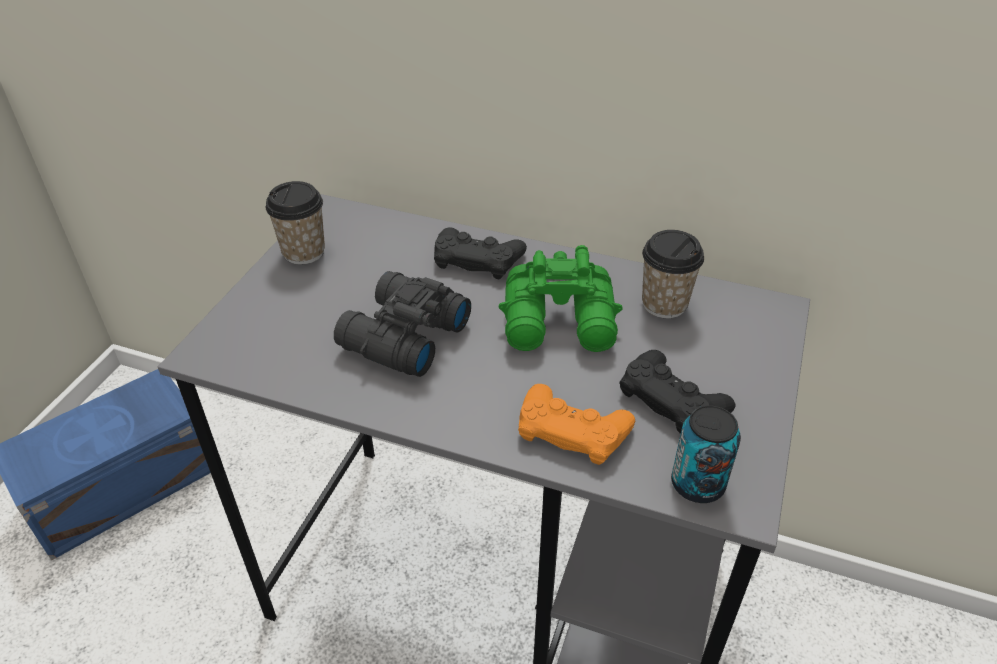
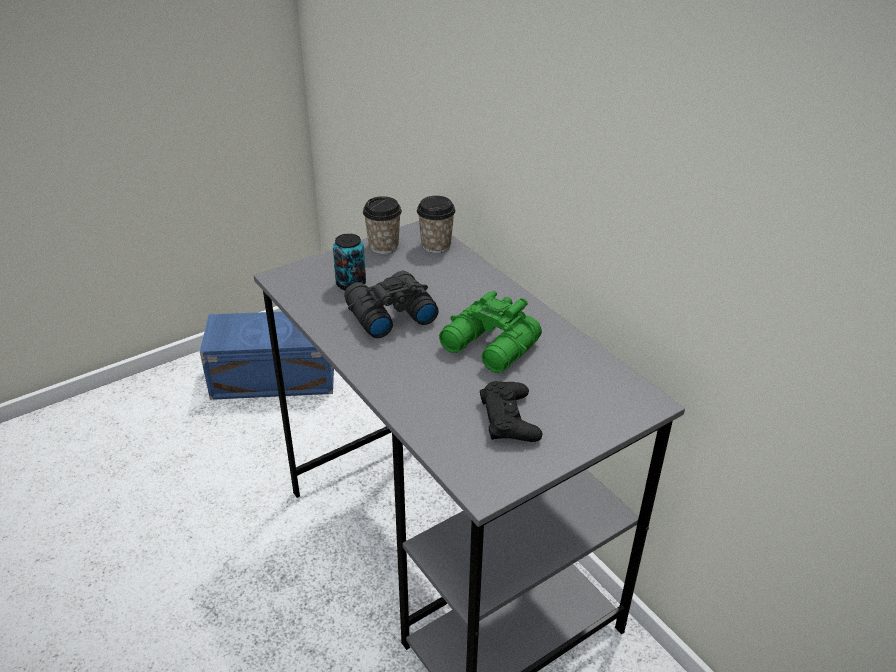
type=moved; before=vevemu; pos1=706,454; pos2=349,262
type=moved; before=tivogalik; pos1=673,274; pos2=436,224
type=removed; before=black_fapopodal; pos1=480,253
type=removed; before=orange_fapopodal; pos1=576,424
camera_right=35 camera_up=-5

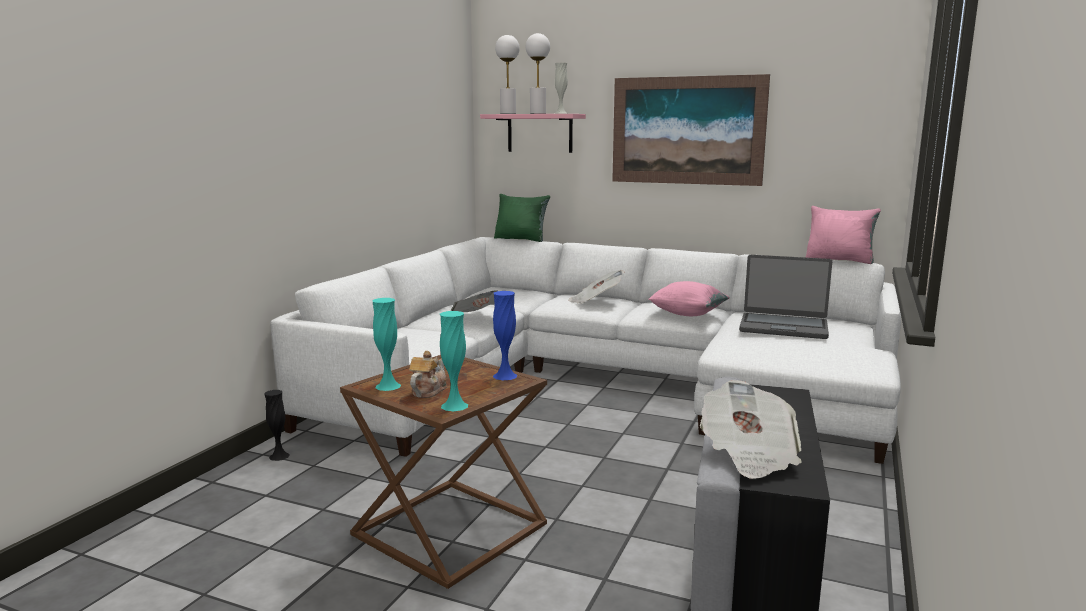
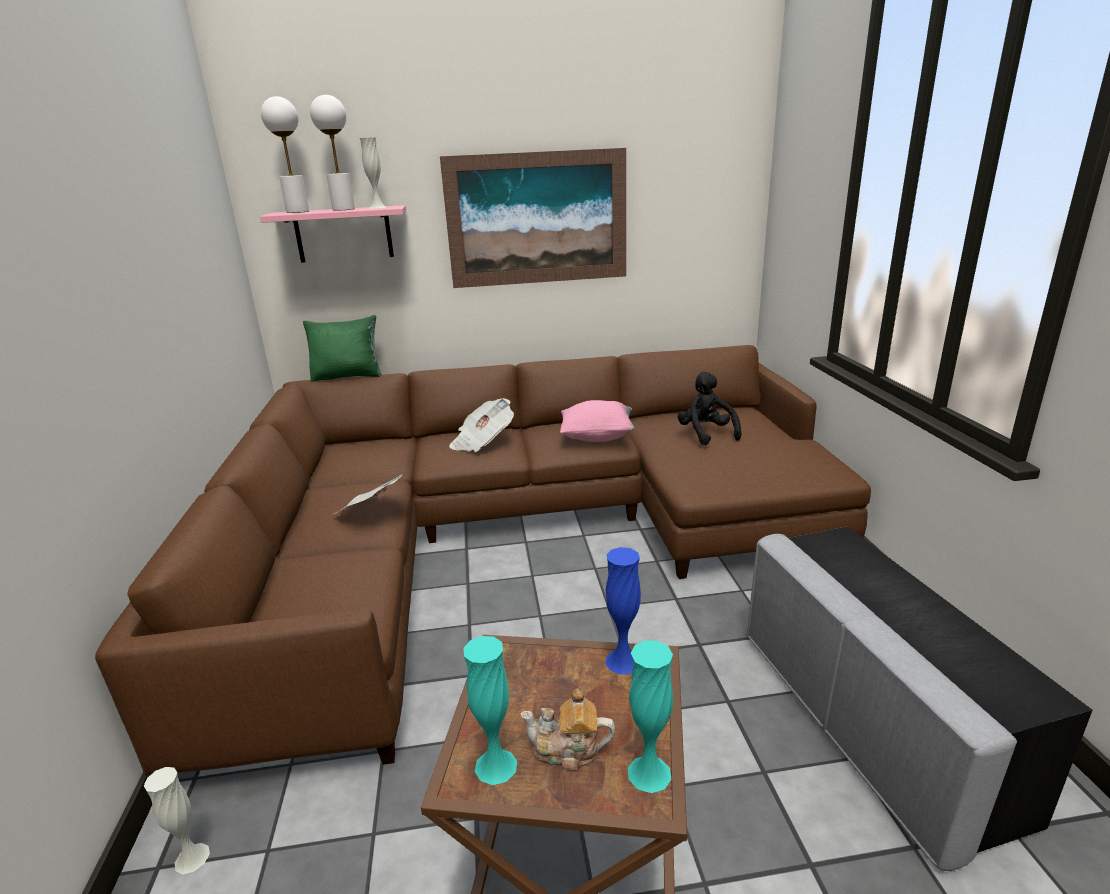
type=recoloured; before=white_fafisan; after=brown_fafisan; pos1=585,350; pos2=483,561
type=recoloured; before=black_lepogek; after=white_lepogek; pos1=277,425; pos2=177,820
type=turned; before=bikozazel; pos1=428,374; pos2=567,729; turn=-75
type=replaced; before=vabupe; after=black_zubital; pos1=785,297; pos2=710,408
type=removed; before=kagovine; pos1=751,429
type=removed; before=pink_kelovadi; pos1=843,235
camera_right=-30 camera_up=10

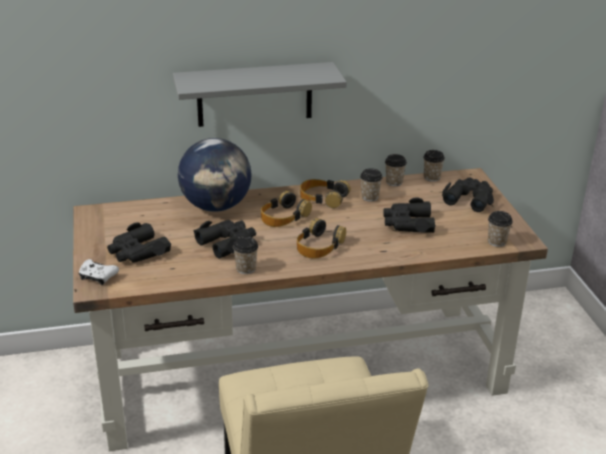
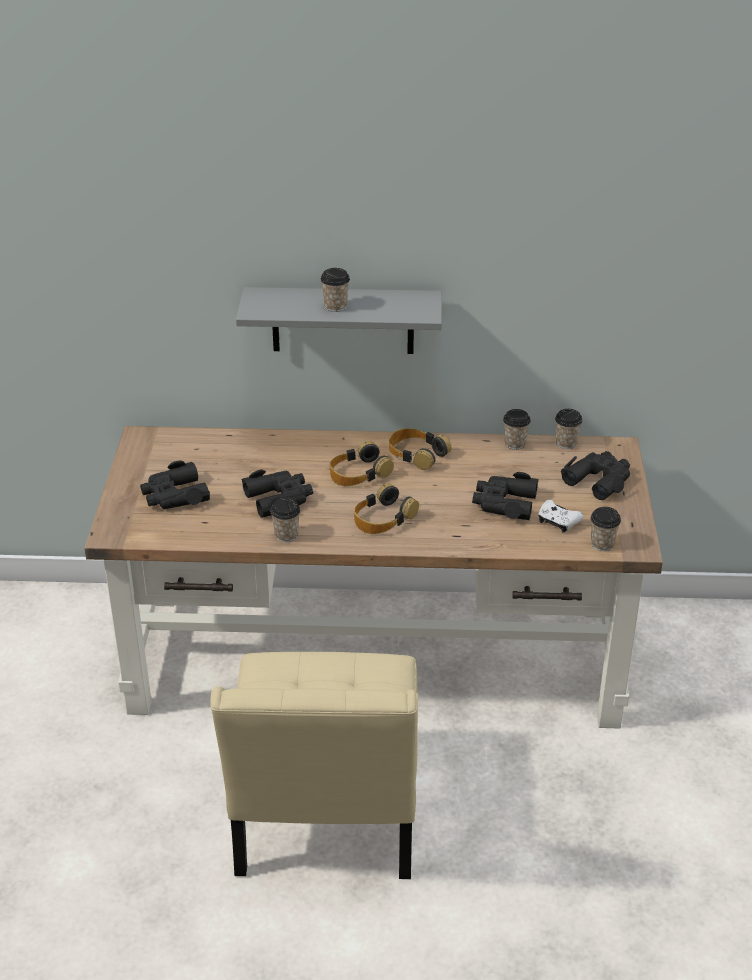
type=moved; before=tivogalik; pos1=371,185; pos2=335,290
type=moved; before=white_fapopodal; pos1=99,272; pos2=561,516
type=removed; before=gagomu; pos1=214,175
camera_right=15 camera_up=5

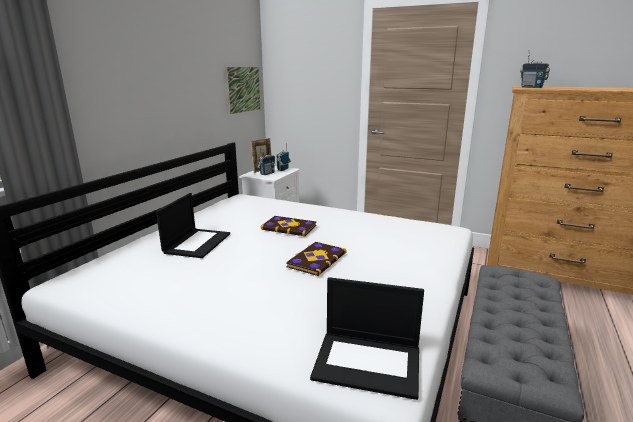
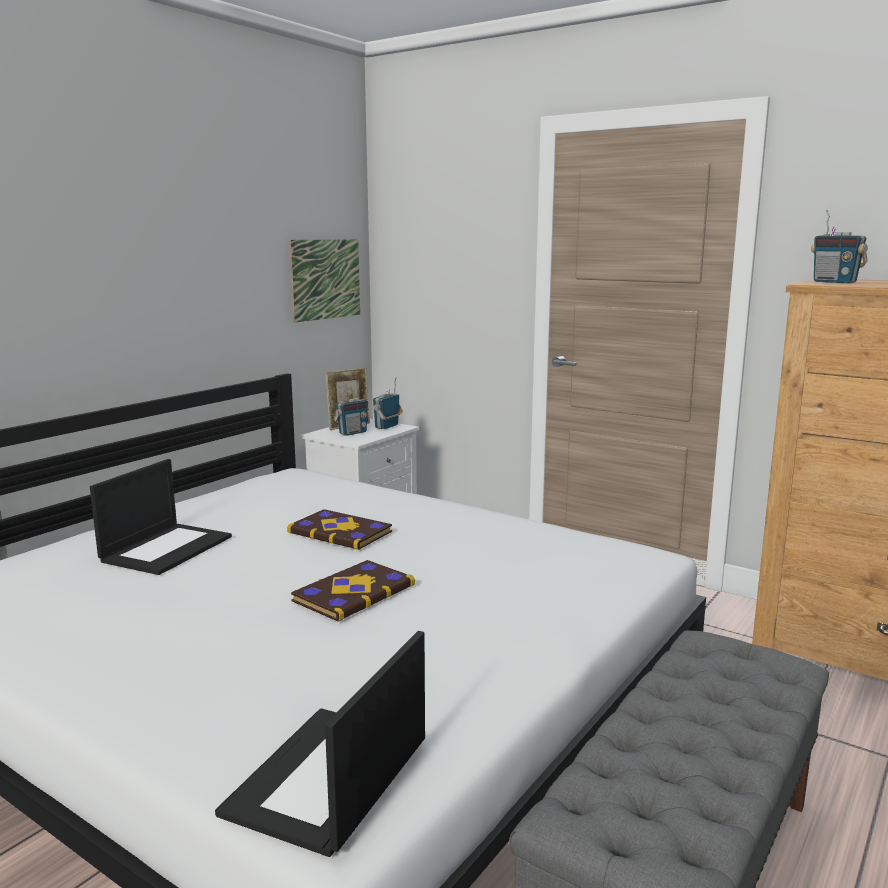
type=turned; before=vabupe; pos1=367,338; pos2=320,744; turn=90
camera_right=10 camera_up=-5

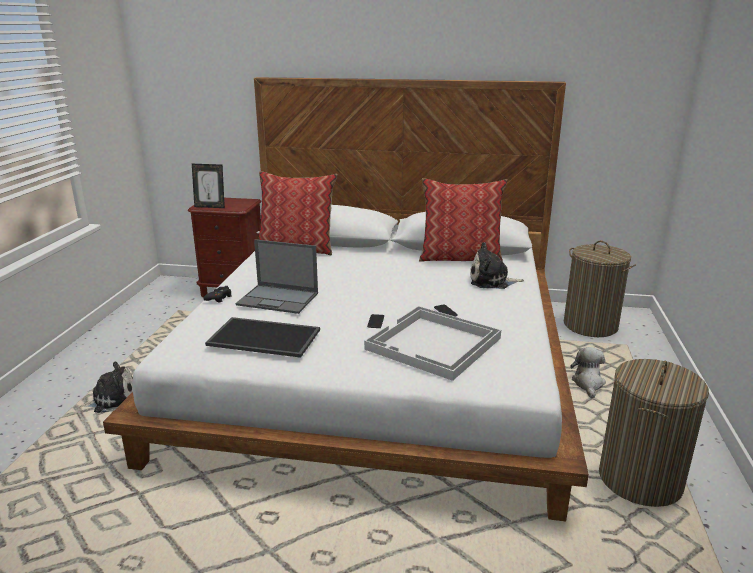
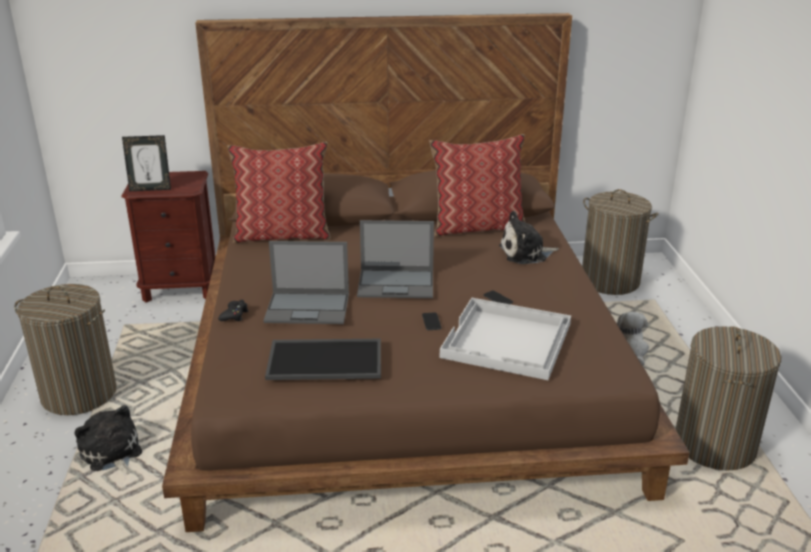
type=added; after=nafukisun; pos2=65,349
type=turned; before=zubital; pos1=105,387; pos2=108,440; turn=-90
type=recoloured; before=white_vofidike; after=brown_vofidike; pos1=346,299; pos2=426,272
type=added; after=vabupe; pos2=395,259
camera_right=-15 camera_up=5

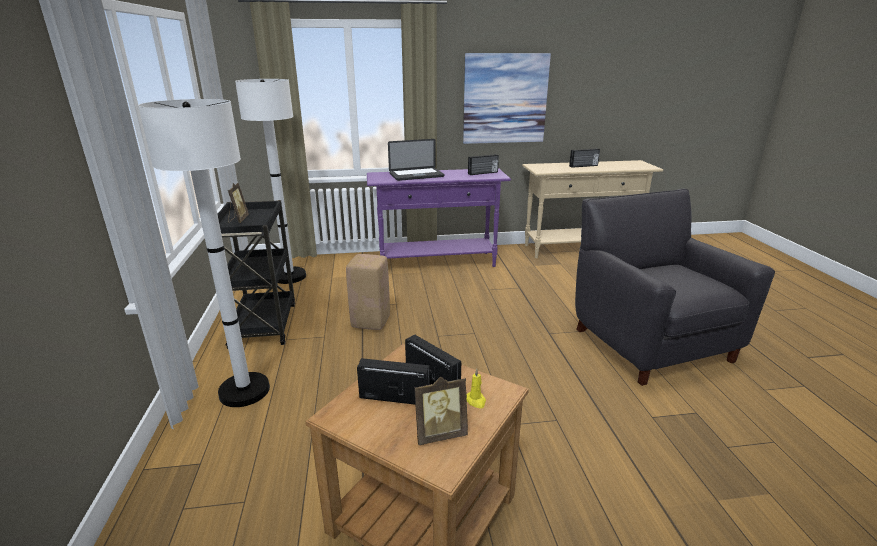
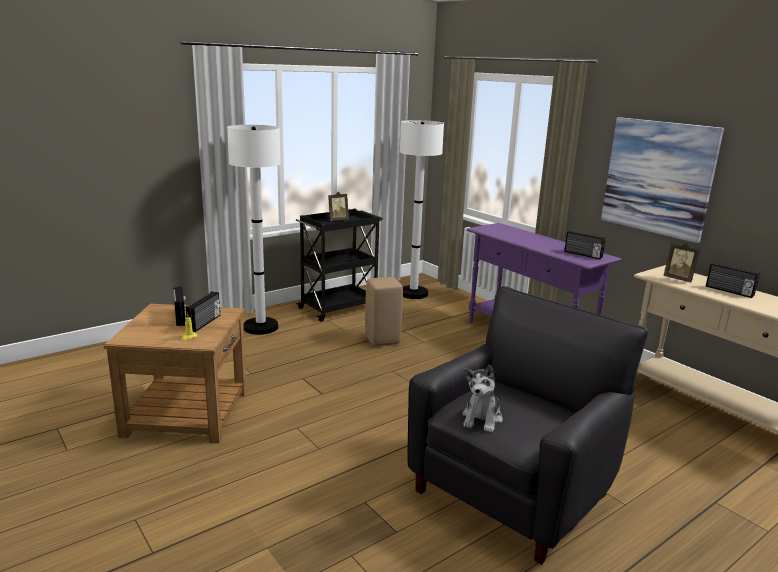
type=added; after=zubital; pos2=482,399
type=moved; before=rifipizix; pos1=441,411; pos2=681,262
type=removed; before=vabupe; pos1=416,160
camera_right=60 camera_up=-5

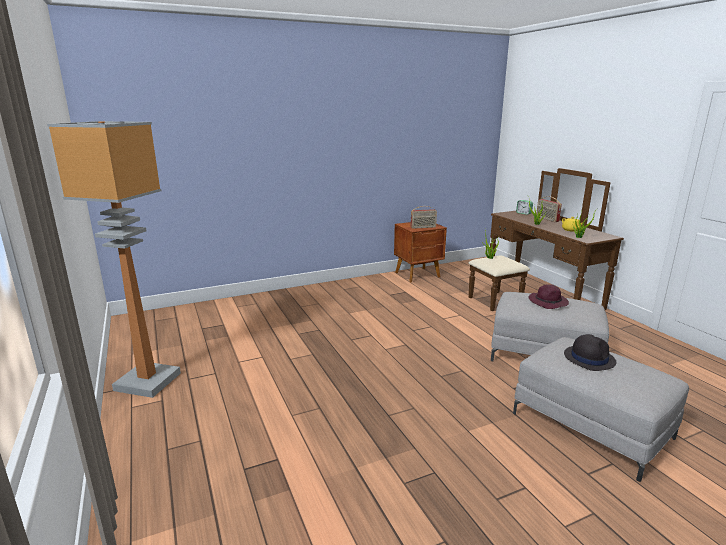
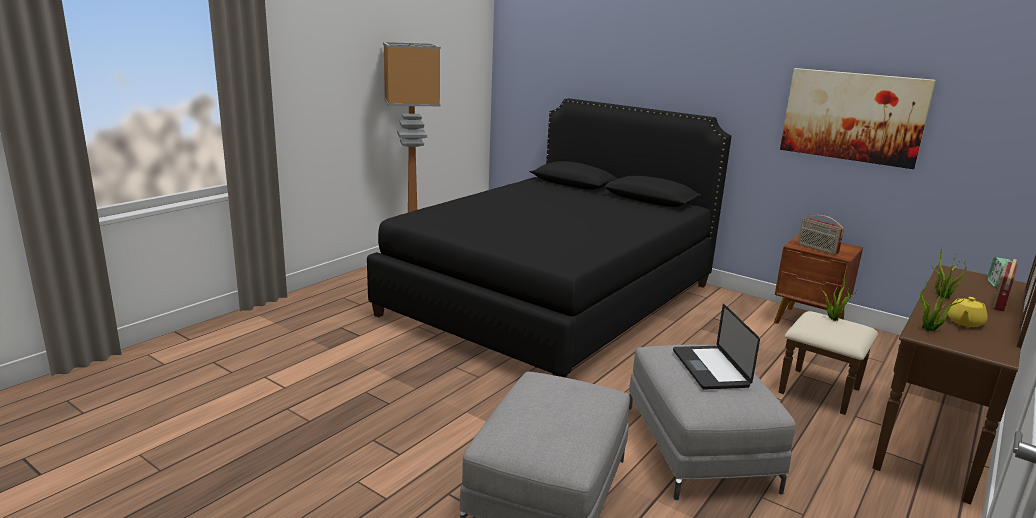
type=added; after=black_vofidike; pos2=549,238
type=replaced; before=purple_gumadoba; after=vabupe; pos1=548,296; pos2=716,347
type=added; after=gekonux; pos2=858,118
type=removed; before=black_gumadoba; pos1=590,352
camera_right=60 camera_up=0

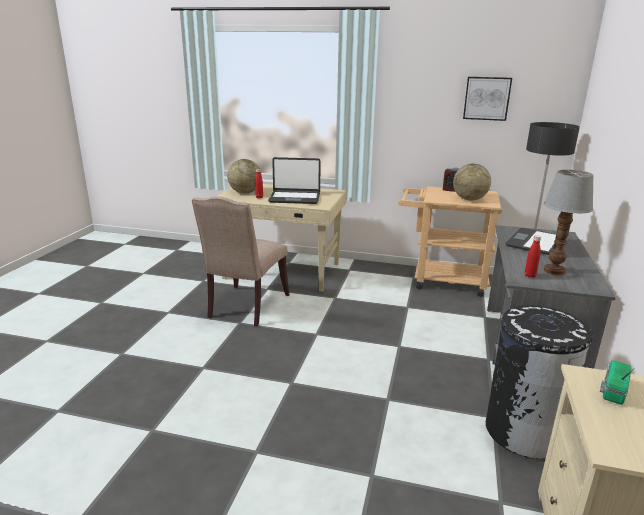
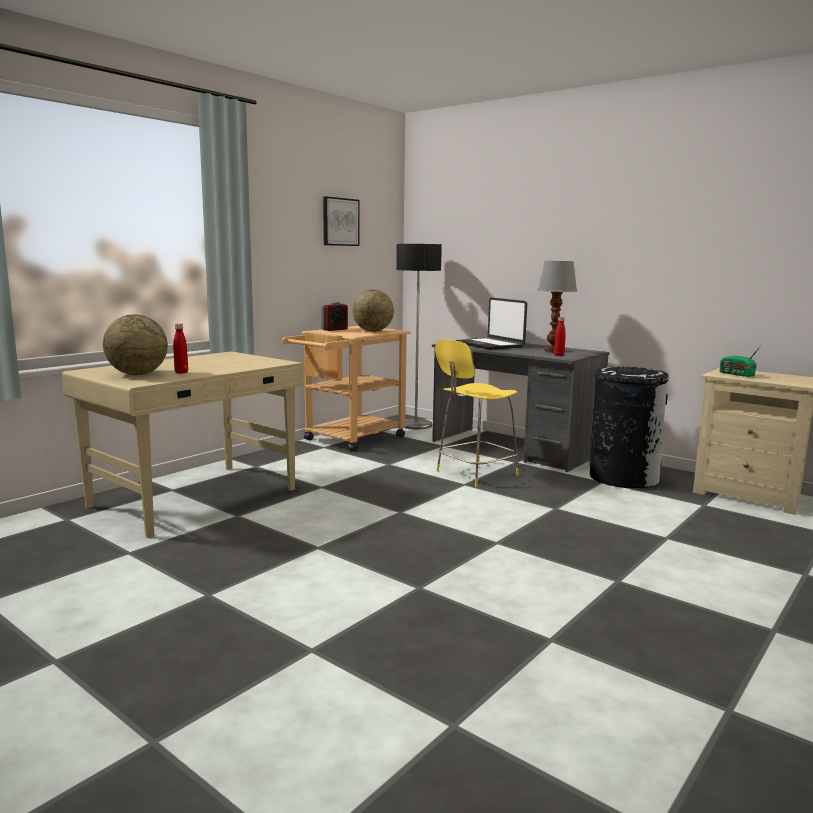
type=added; after=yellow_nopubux; pos2=477,413
type=removed; before=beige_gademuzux; pos1=241,261
type=removed; before=vabupe; pos1=294,180
camera_right=-65 camera_up=-10

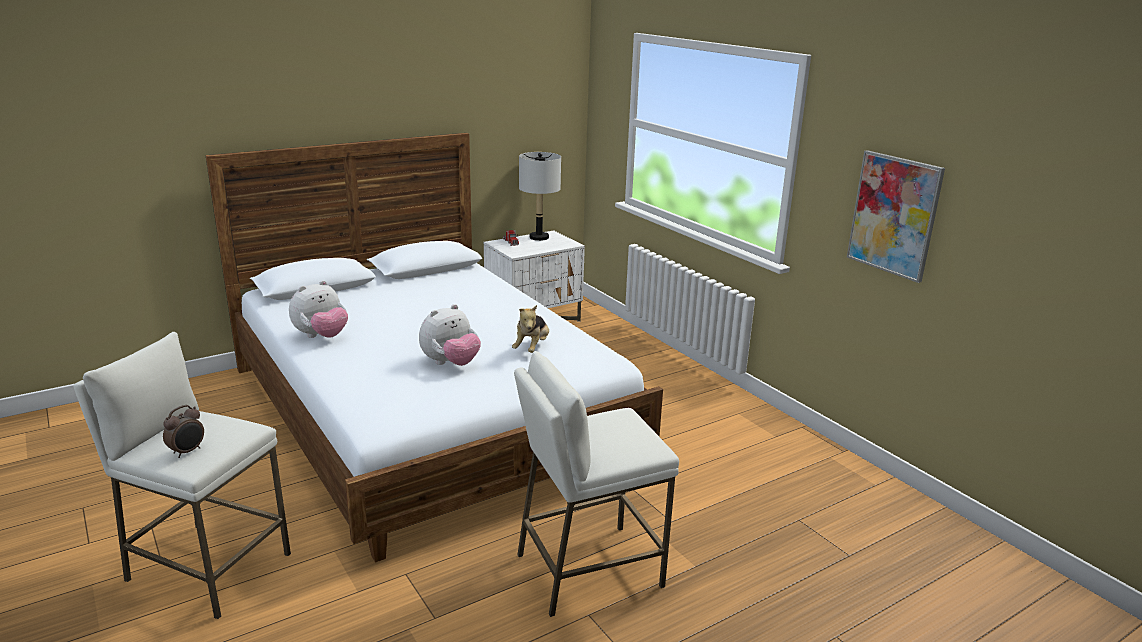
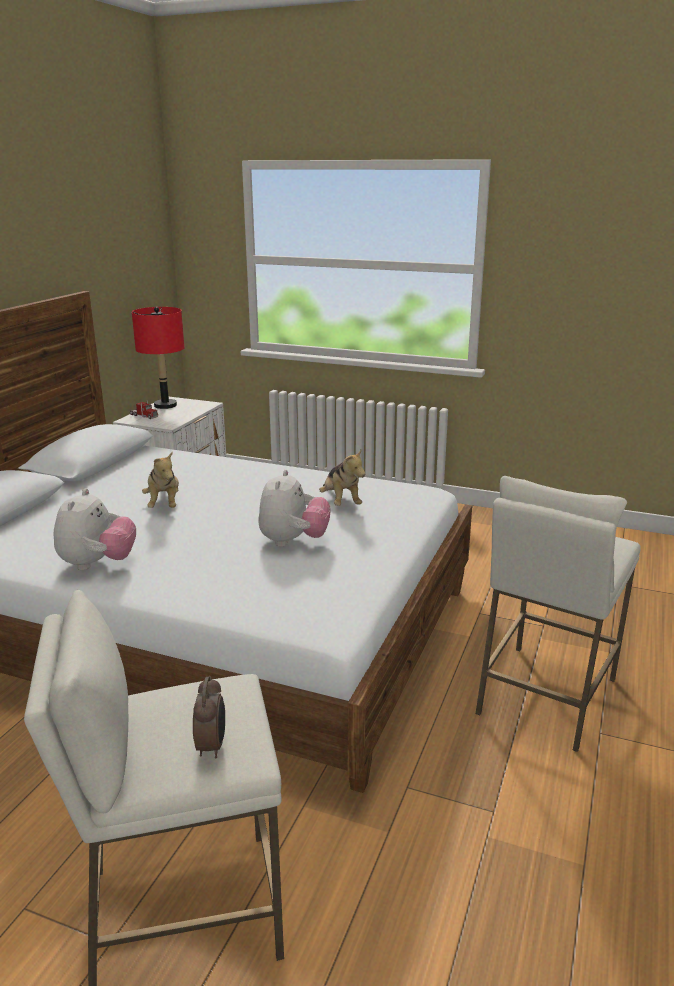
type=recoloured; before=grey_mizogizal; after=red_mizogizal; pos1=540,196; pos2=158,358
type=added; after=zubital; pos2=160,480
type=removed; before=gekonux; pos1=896,216
camera_right=-35 camera_up=0

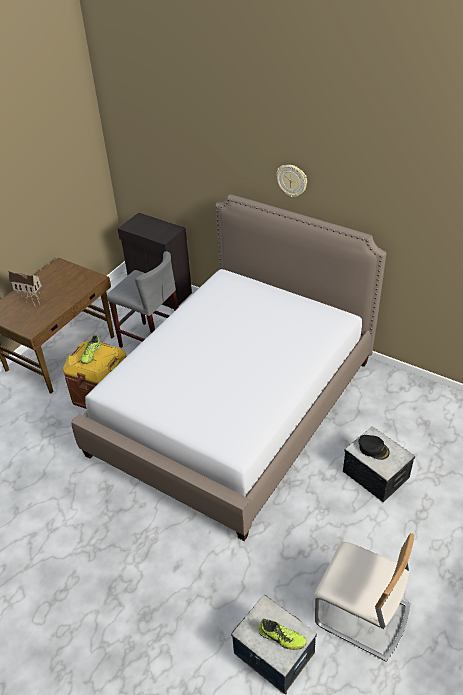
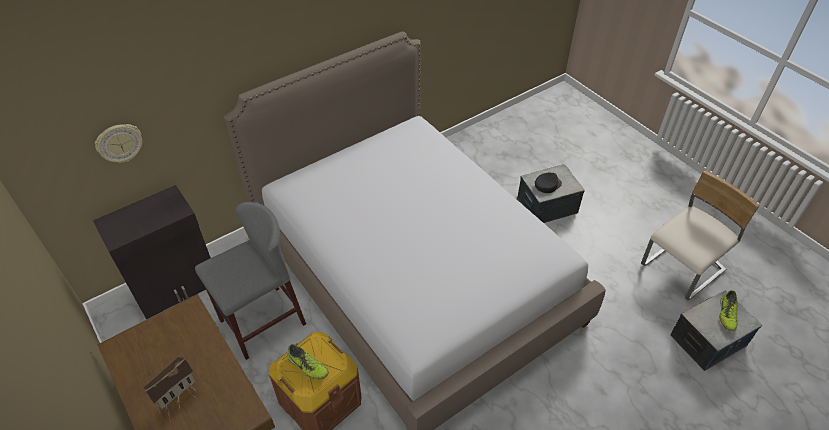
type=moved; before=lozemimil; pos1=291,181; pos2=118,143
type=turned; before=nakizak; pos1=283,634; pos2=728,310; turn=150
camera_right=-70 camera_up=5

